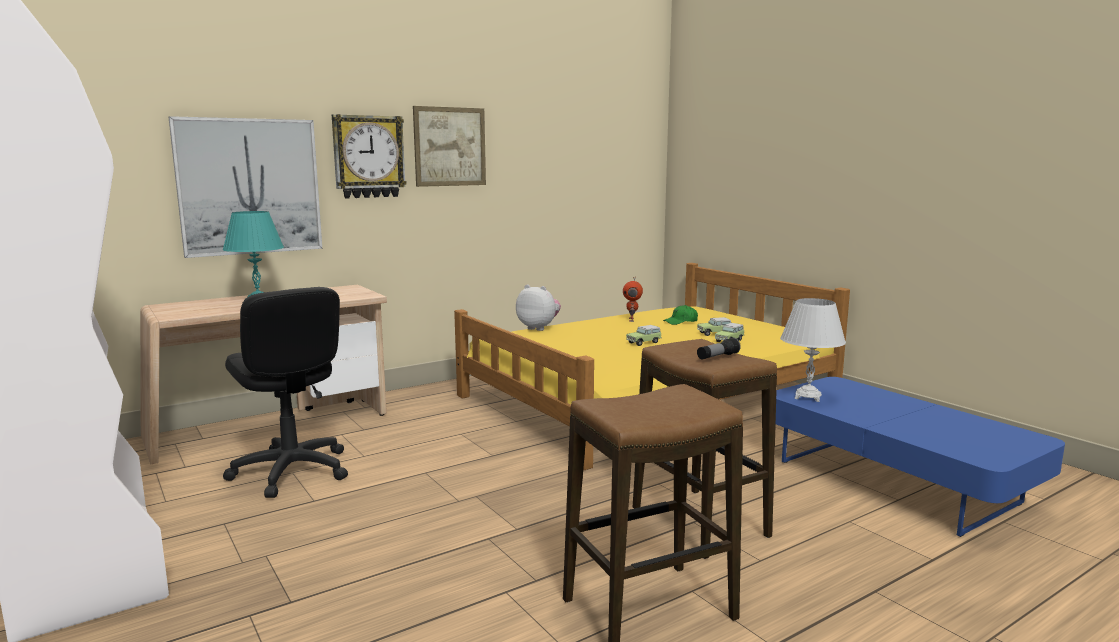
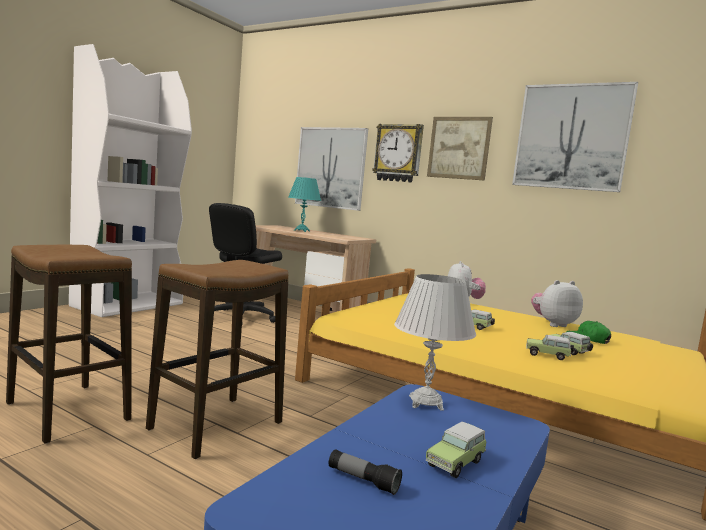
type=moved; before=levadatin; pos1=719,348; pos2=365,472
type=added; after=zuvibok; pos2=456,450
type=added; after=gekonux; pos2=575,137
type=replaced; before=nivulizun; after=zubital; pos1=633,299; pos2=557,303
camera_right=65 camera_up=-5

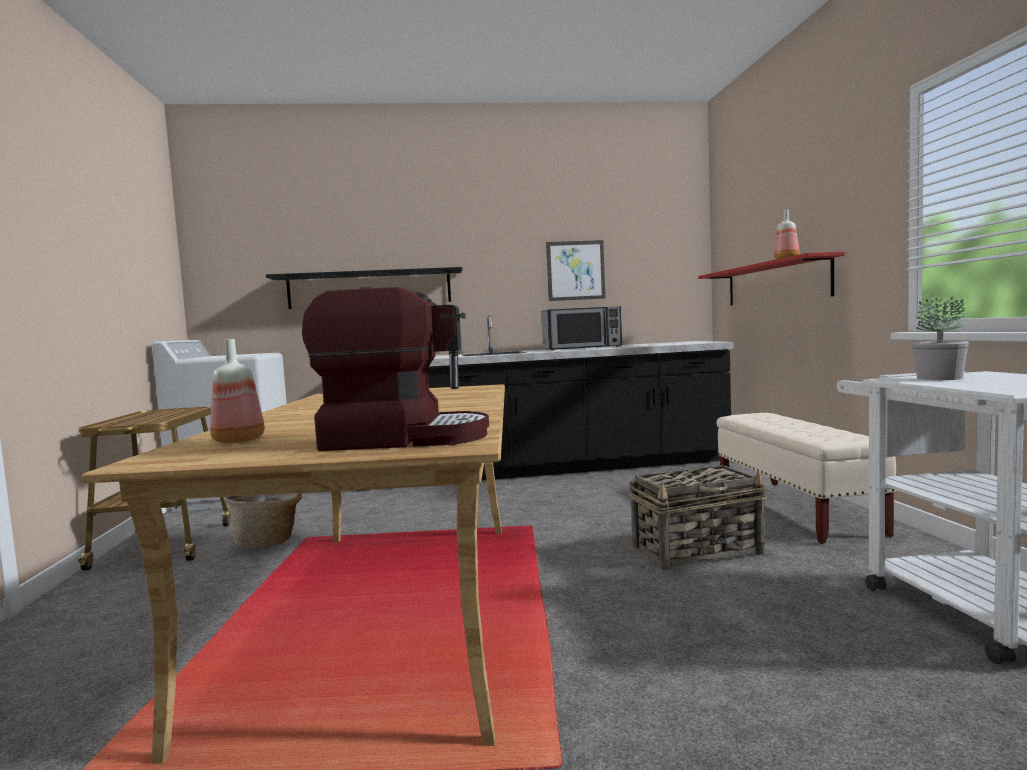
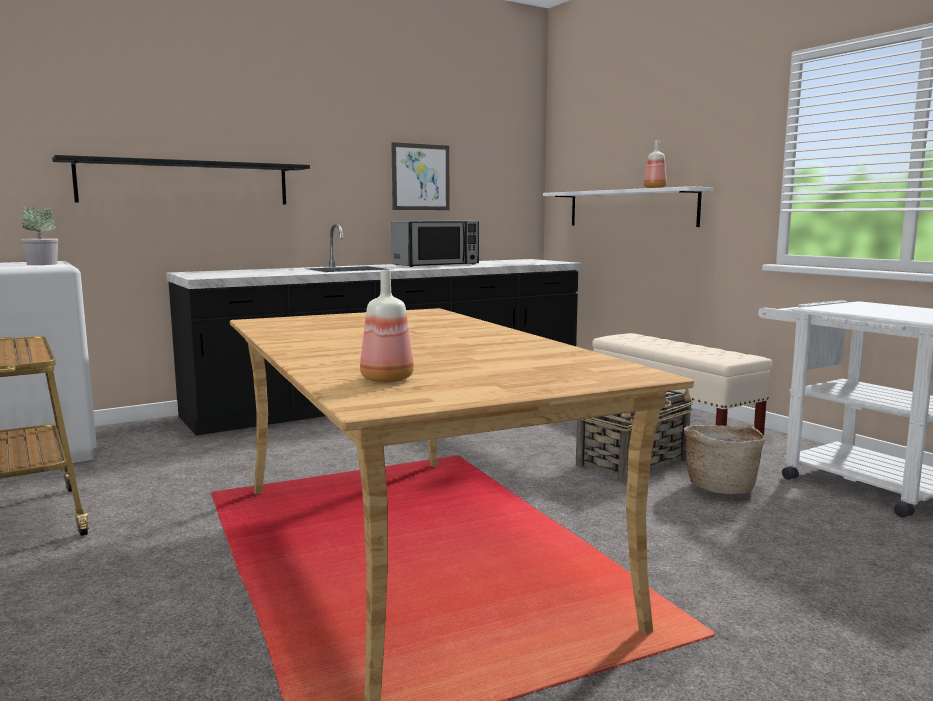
type=moved; before=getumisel; pos1=940,337; pos2=39,235
type=recoloured; before=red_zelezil; after=white_zelezil; pos1=771,278; pos2=628,206
type=moved; before=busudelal; pos1=263,520; pos2=724,459
type=removed; before=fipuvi; pos1=395,369
camera_right=-25 camera_up=5

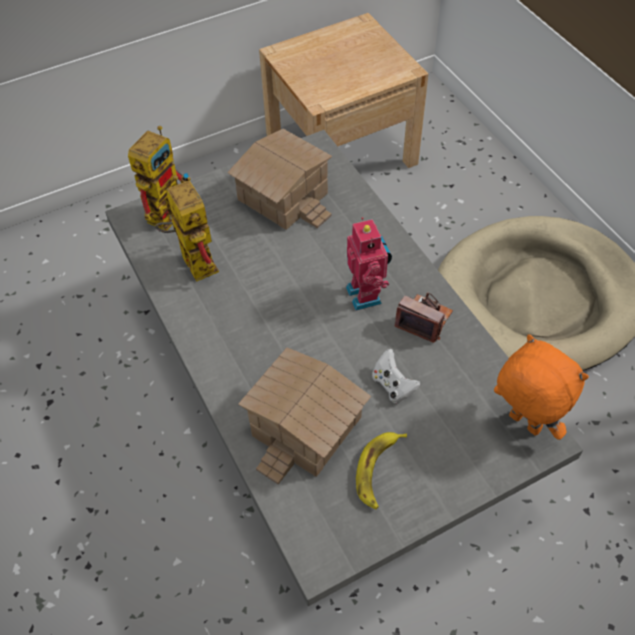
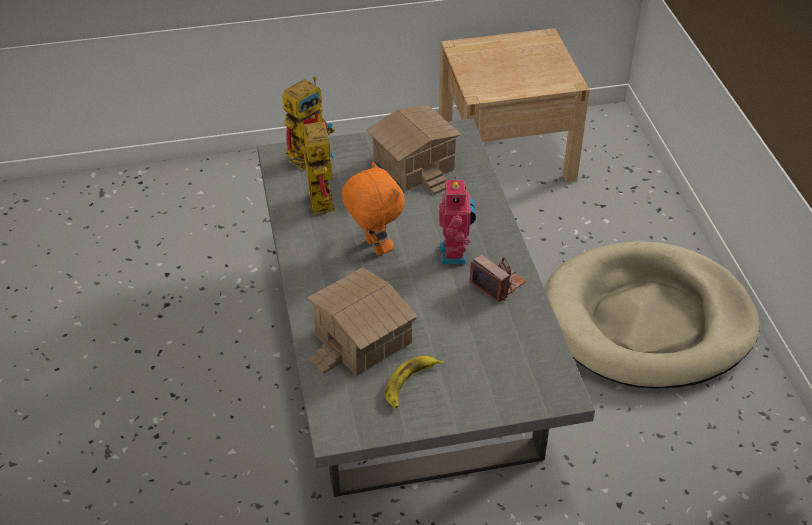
type=moved; before=orange_zubital; pos1=541,387; pos2=373,208
type=removed; before=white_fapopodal; pos1=396,376
camera_right=15 camera_up=-10

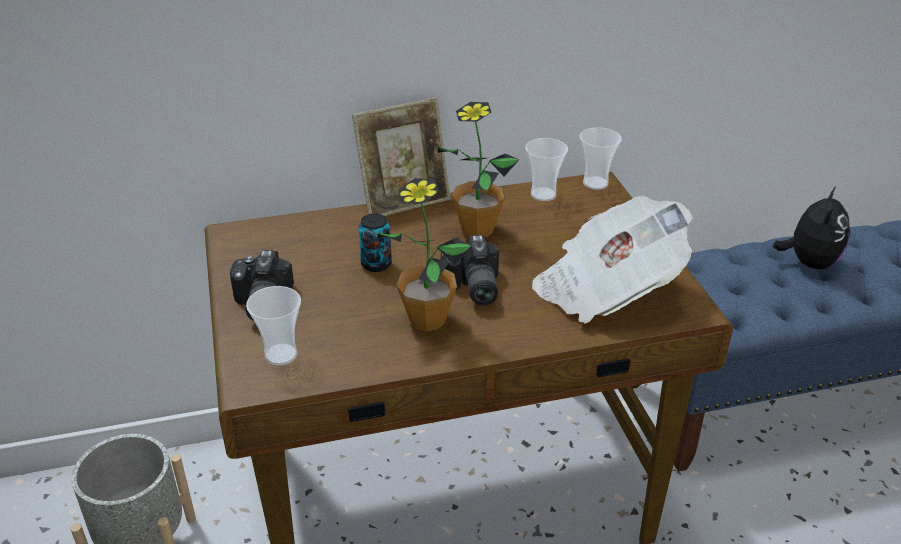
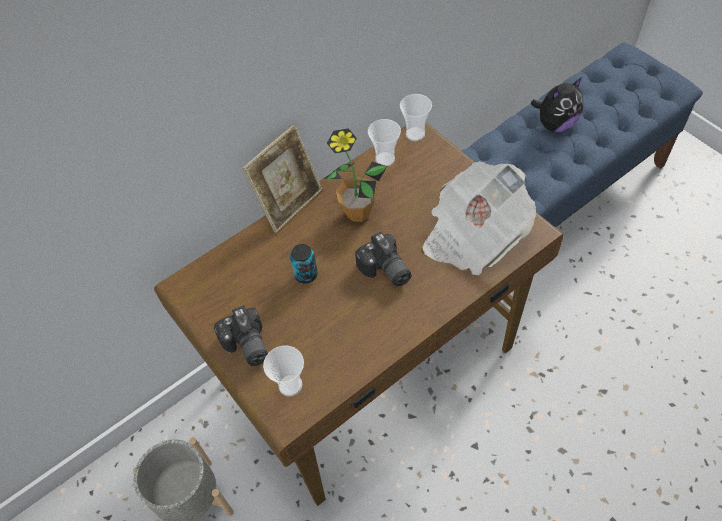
type=turned; before=zubital; pos1=812,227; pos2=557,104; turn=60
type=removed; before=getumisel; pos1=425,255
camera_right=-20 camera_up=20

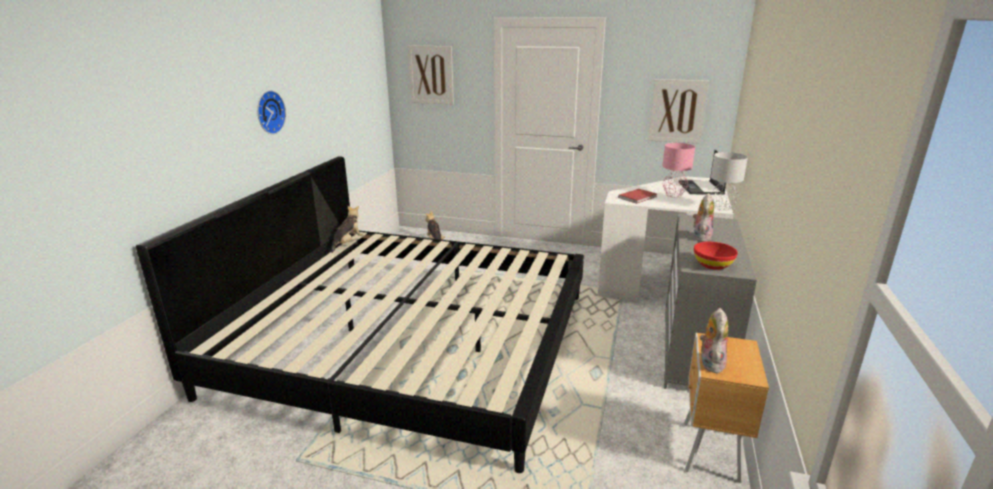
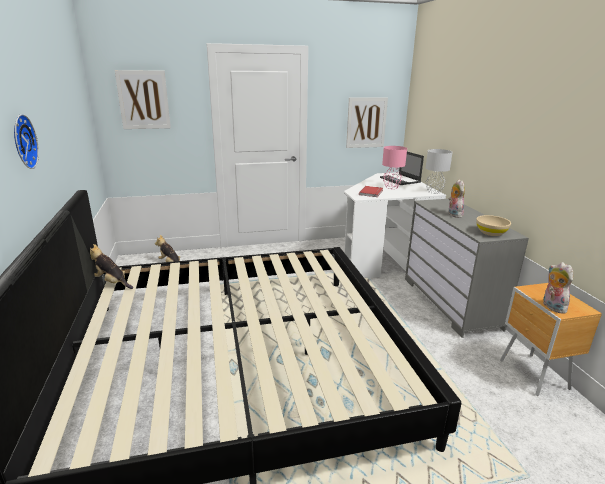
type=turned; before=zubital; pos1=347,229; pos2=111,266; turn=-60
type=recoloured; before=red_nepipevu; after=beige_nepipevu; pos1=716,256; pos2=493,225
camera_right=-30 camera_up=0

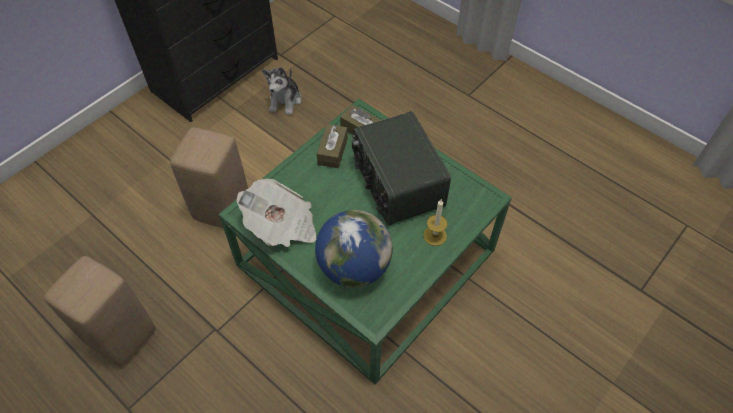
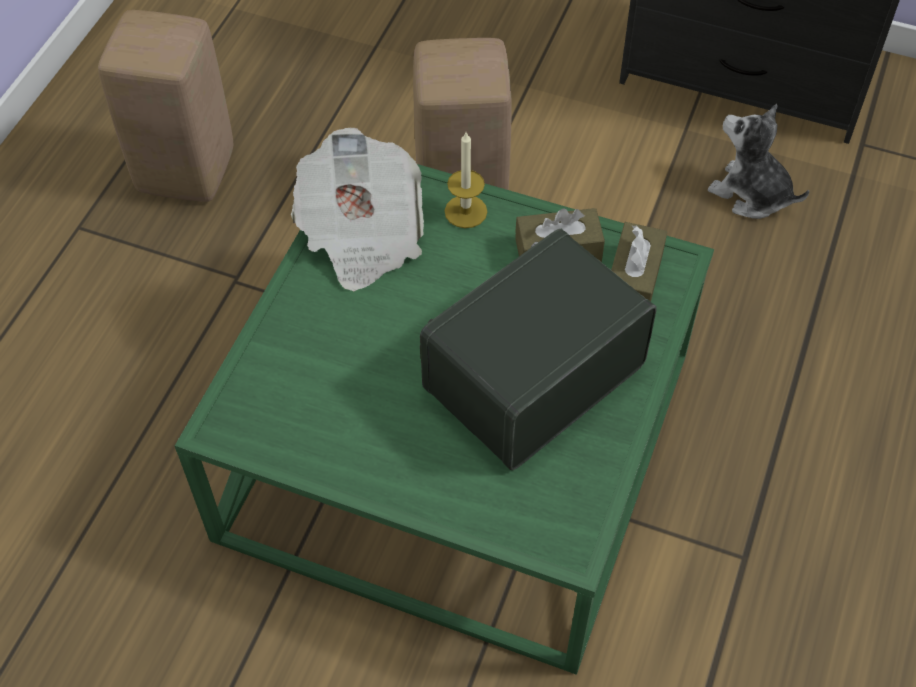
type=moved; before=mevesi; pos1=435,223; pos2=466,180
type=turned; before=zubital; pos1=281,91; pos2=758,161; turn=45
type=removed; before=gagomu; pos1=354,248
camera_right=70 camera_up=0

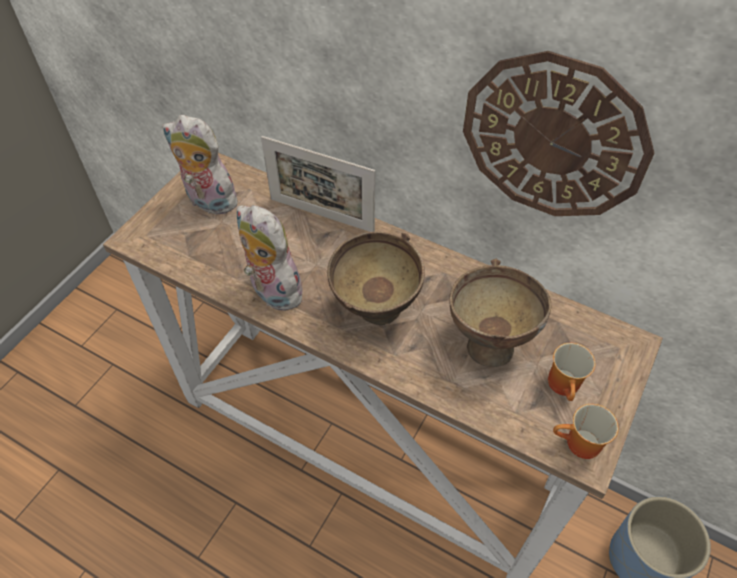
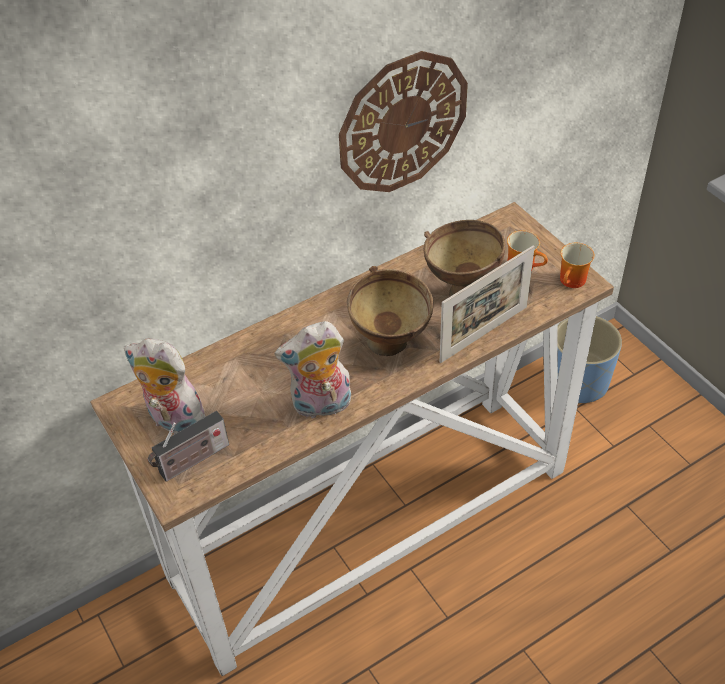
type=turned; before=zubital; pos1=201,164; pos2=165,386; turn=60
type=added; after=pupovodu; pos2=188,446
type=moved; before=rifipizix; pos1=318,184; pos2=487,304
camera_right=-60 camera_up=-5

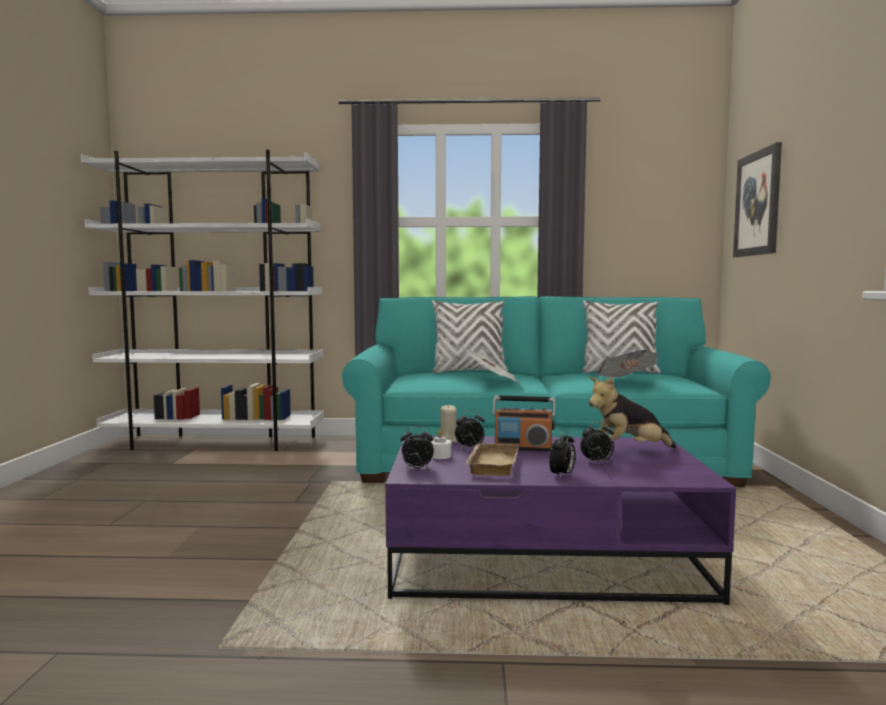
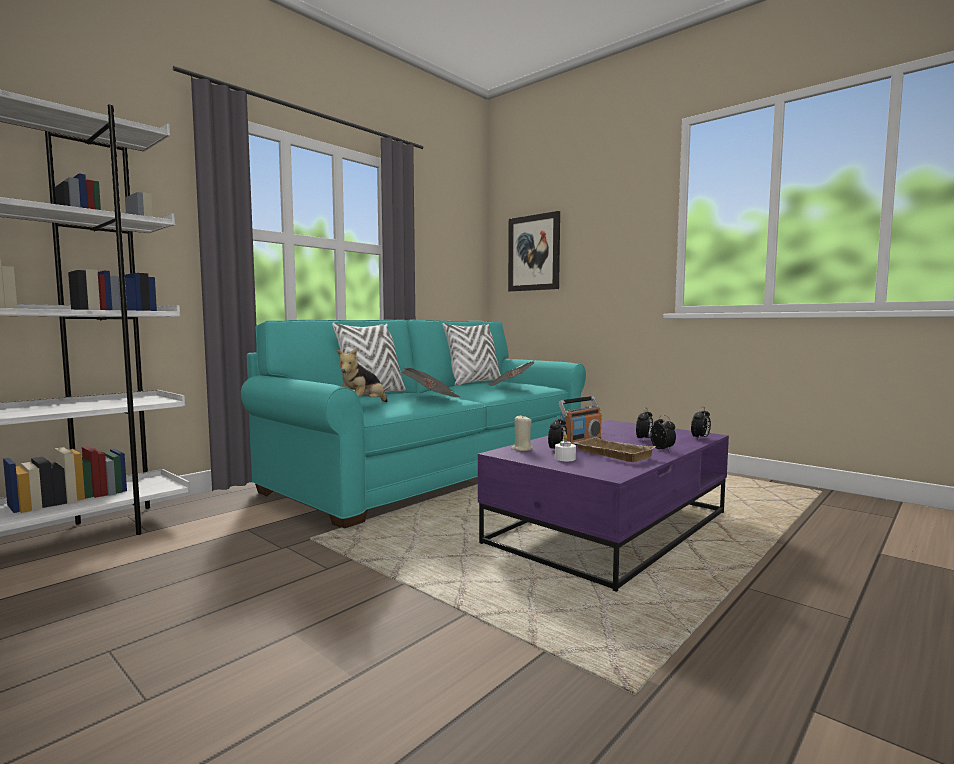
type=moved; before=zubital; pos1=632,412; pos2=362,375
type=moved; before=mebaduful; pos1=417,447; pos2=701,423
camera_right=-50 camera_up=0

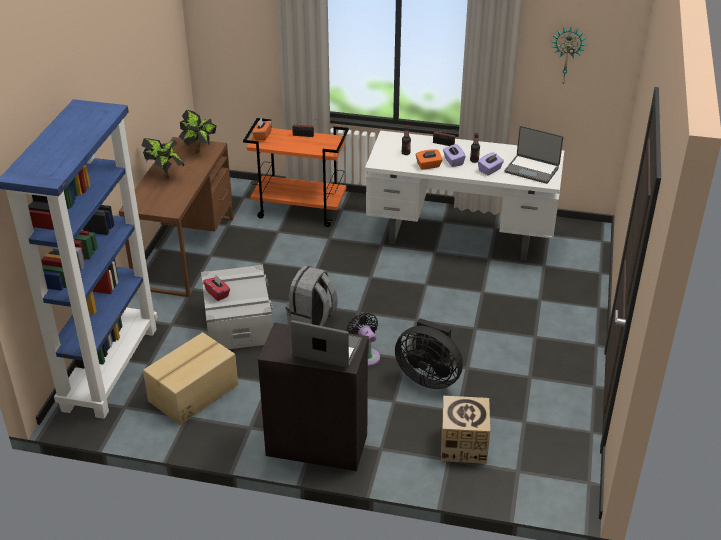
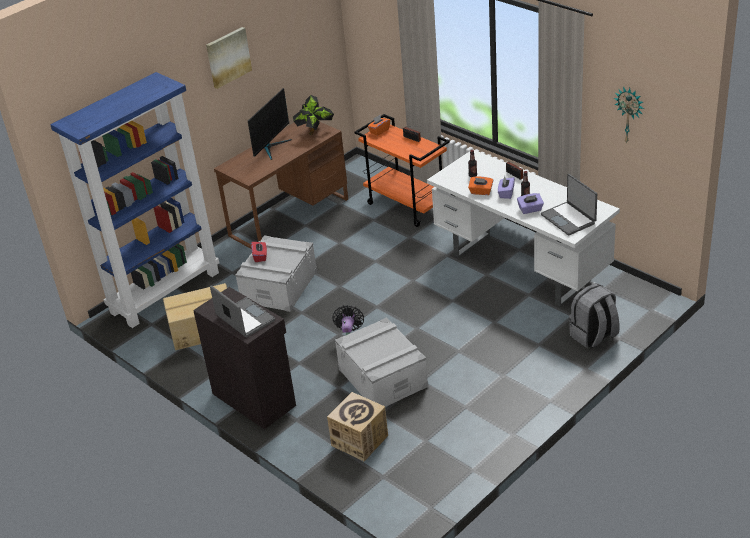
type=added; after=gekonux; pos2=229,58
type=replaced; before=getumisel; after=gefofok; pos1=162,159; pos2=270,124
type=replaced; before=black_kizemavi; after=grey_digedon; pos1=429,353; pos2=381,362
type=moved; before=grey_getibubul; pos1=312,295; pos2=594,315
camera_right=35 camera_up=0

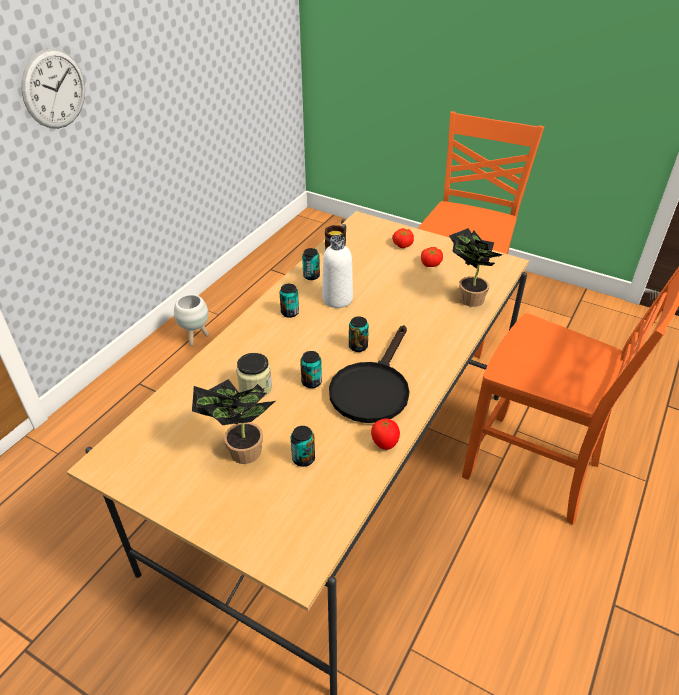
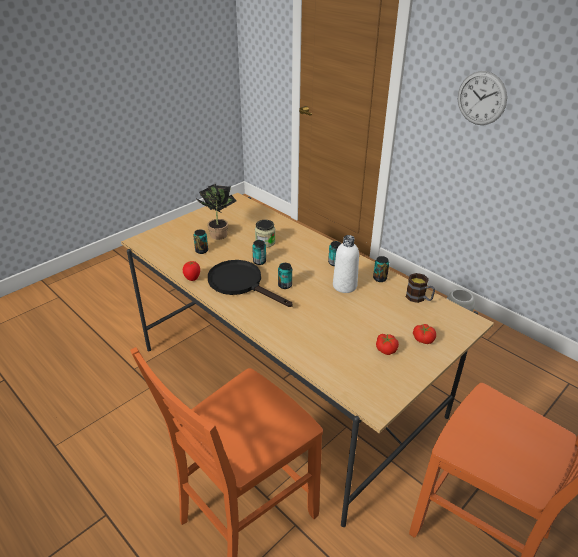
type=removed; before=getumisel; pos1=476,267
camera_right=105 camera_up=-5

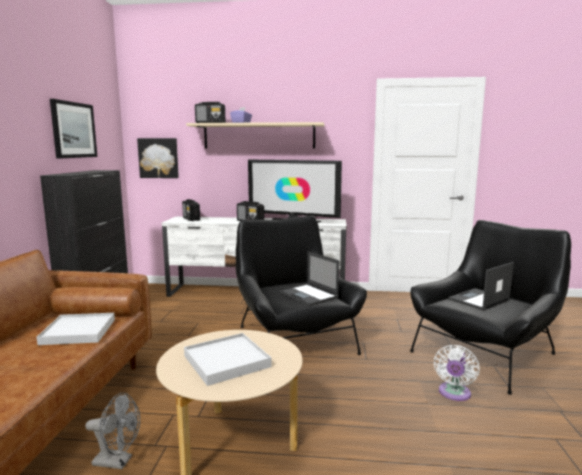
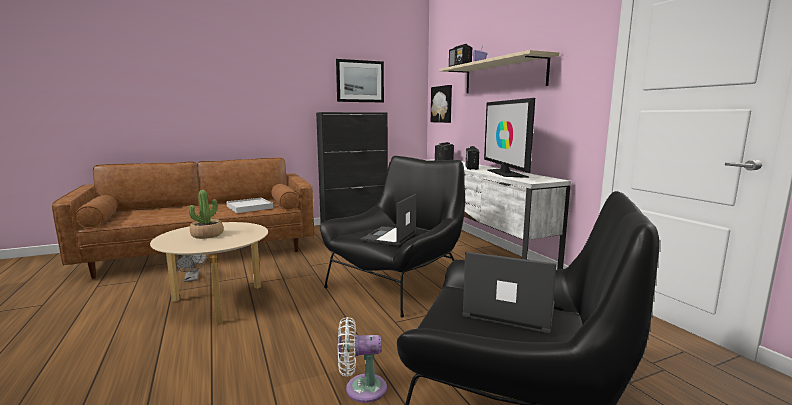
type=replaced; before=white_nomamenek; after=getumisel; pos1=228,359; pos2=206,214
camera_right=60 camera_up=0

